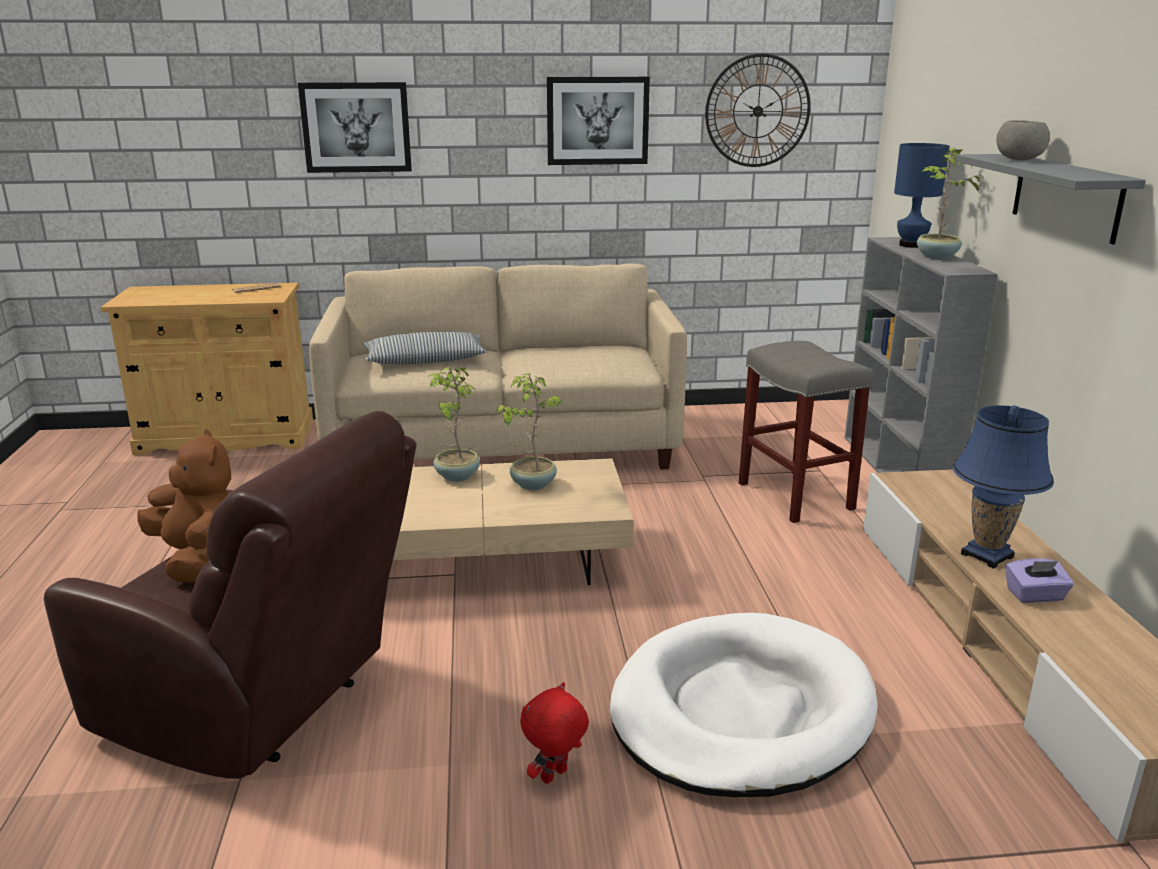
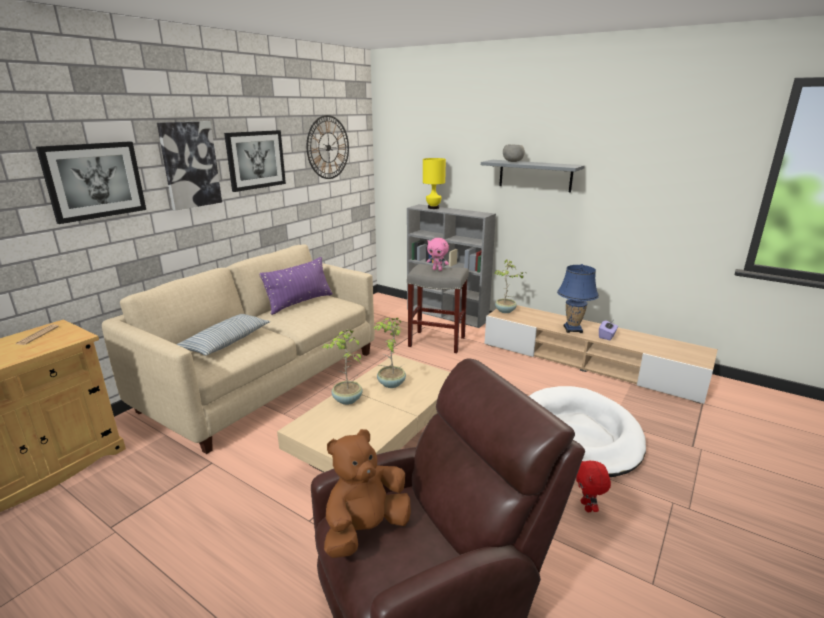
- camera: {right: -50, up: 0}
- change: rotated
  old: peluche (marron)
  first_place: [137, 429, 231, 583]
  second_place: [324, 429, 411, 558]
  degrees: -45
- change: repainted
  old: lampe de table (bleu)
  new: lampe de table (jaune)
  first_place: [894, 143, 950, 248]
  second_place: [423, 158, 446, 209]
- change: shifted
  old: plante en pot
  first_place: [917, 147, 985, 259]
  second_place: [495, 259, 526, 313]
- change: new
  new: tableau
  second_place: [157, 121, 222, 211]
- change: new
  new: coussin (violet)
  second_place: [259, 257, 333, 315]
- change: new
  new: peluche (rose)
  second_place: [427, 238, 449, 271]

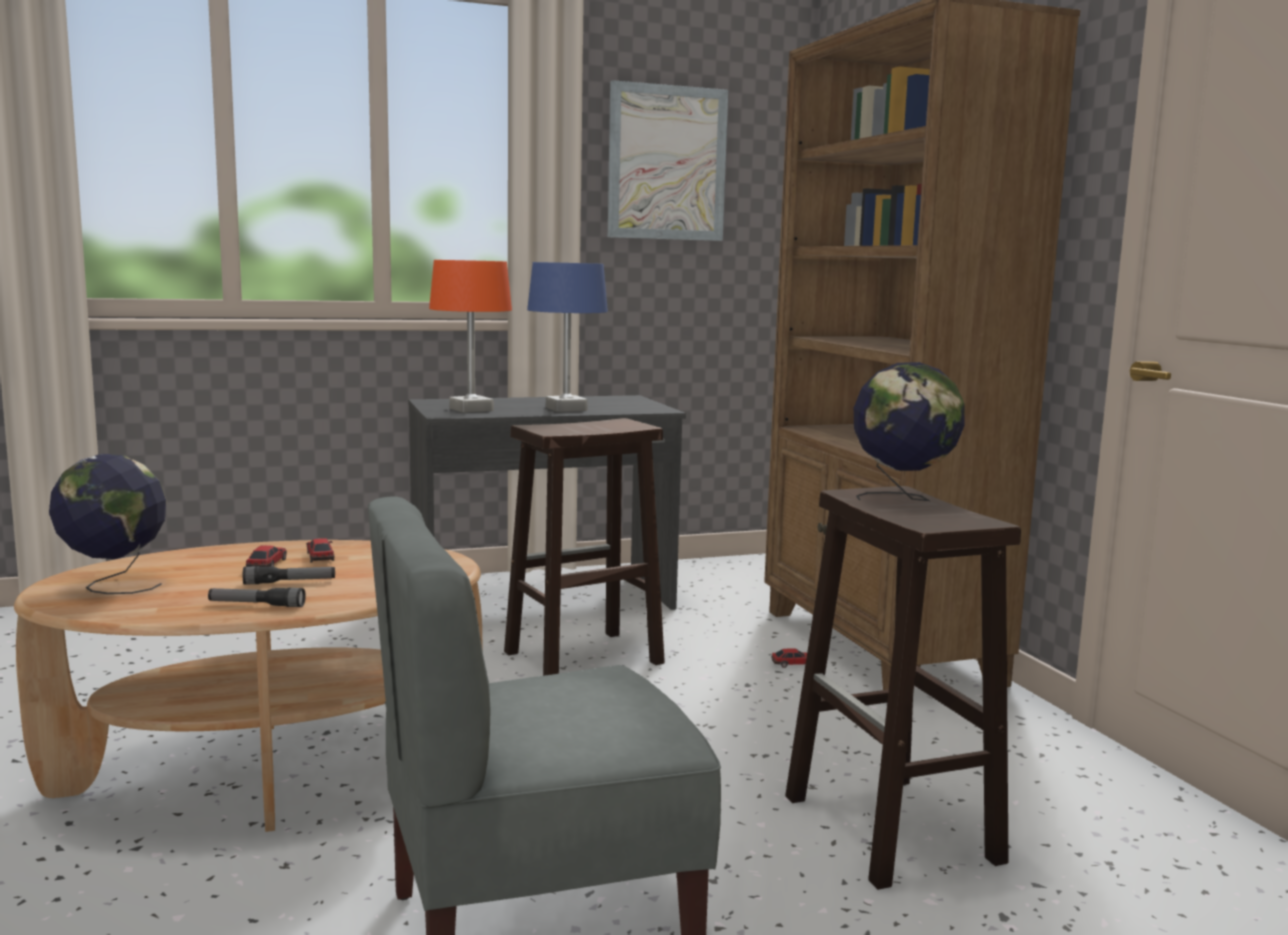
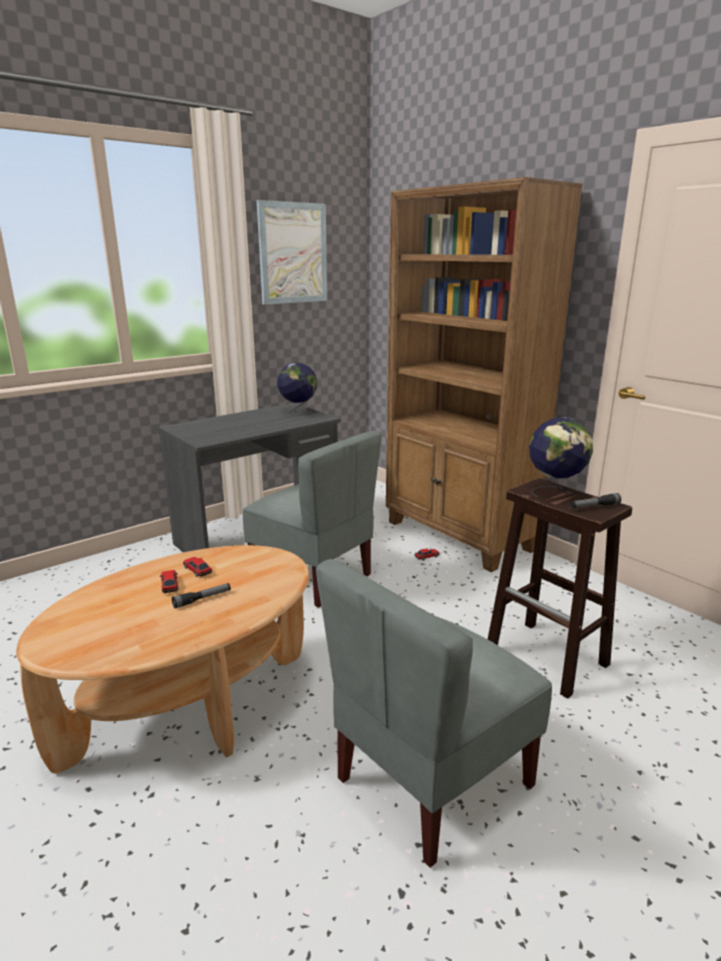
- camera: {right: -20, up: 10}
- change: shifted
  old: globe
  first_place: [49, 454, 167, 594]
  second_place: [277, 363, 317, 415]
- change: shifted
  old: lampe de poche
  first_place: [208, 588, 306, 607]
  second_place: [570, 493, 621, 508]
- change: gone
  old: lampe de table (orange)
  first_place: [429, 260, 512, 413]
- change: swapped
  old: tabouret (marron)
  new: chaise (gris)
  first_place: [504, 418, 665, 676]
  second_place: [243, 431, 382, 607]
- change: gone
  old: lampe de table (bleu)
  first_place: [527, 262, 608, 412]

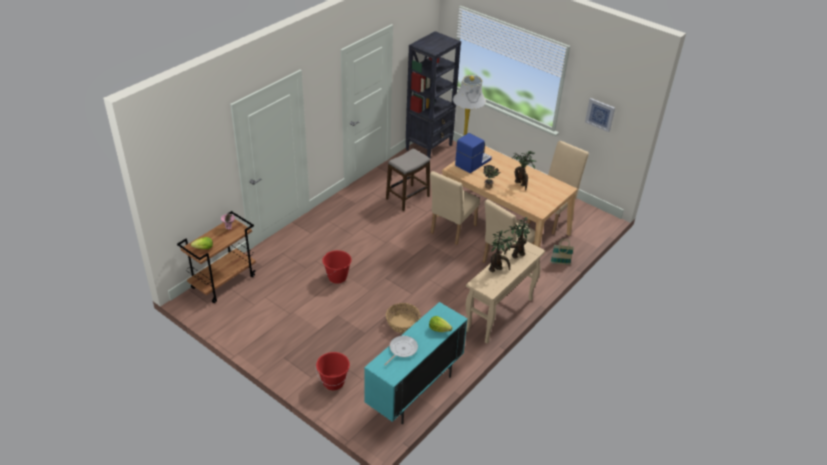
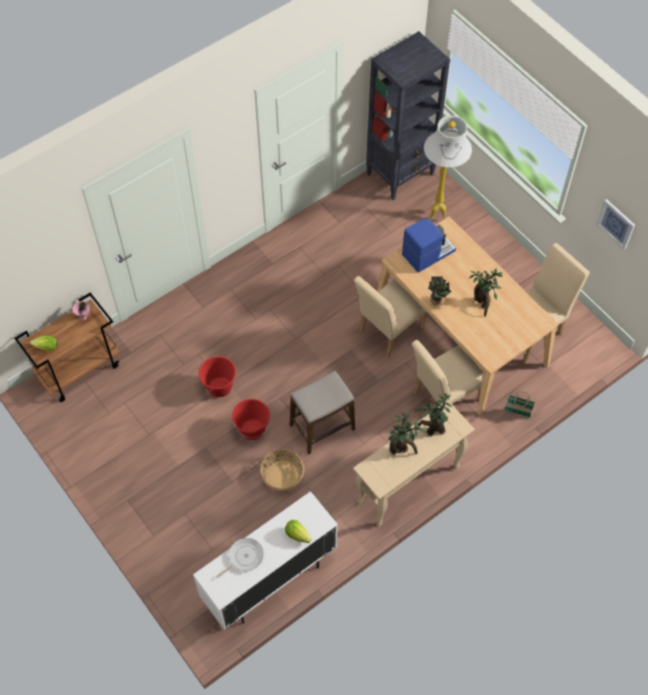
- camera: {right: 15, up: 20}
- change: shifted
  old: seau (rouge)
  first_place: [316, 352, 350, 390]
  second_place: [232, 399, 270, 440]
- change: repainted
  old: meuble de rangement (turquoise)
  new: meuble de rangement (blanc)
  first_place: [364, 302, 468, 424]
  second_place: [193, 491, 338, 630]
- change: shifted
  old: tabouret
  first_place: [386, 148, 430, 211]
  second_place: [290, 371, 355, 455]

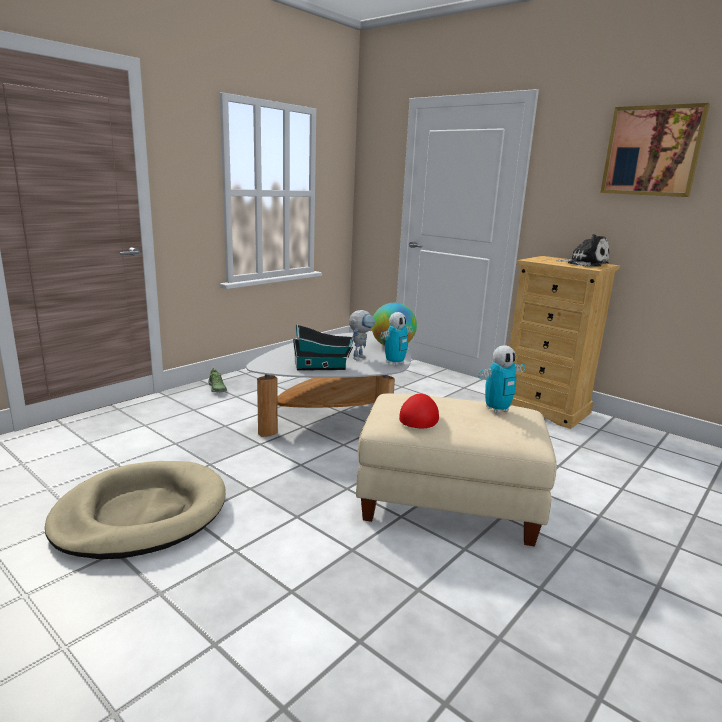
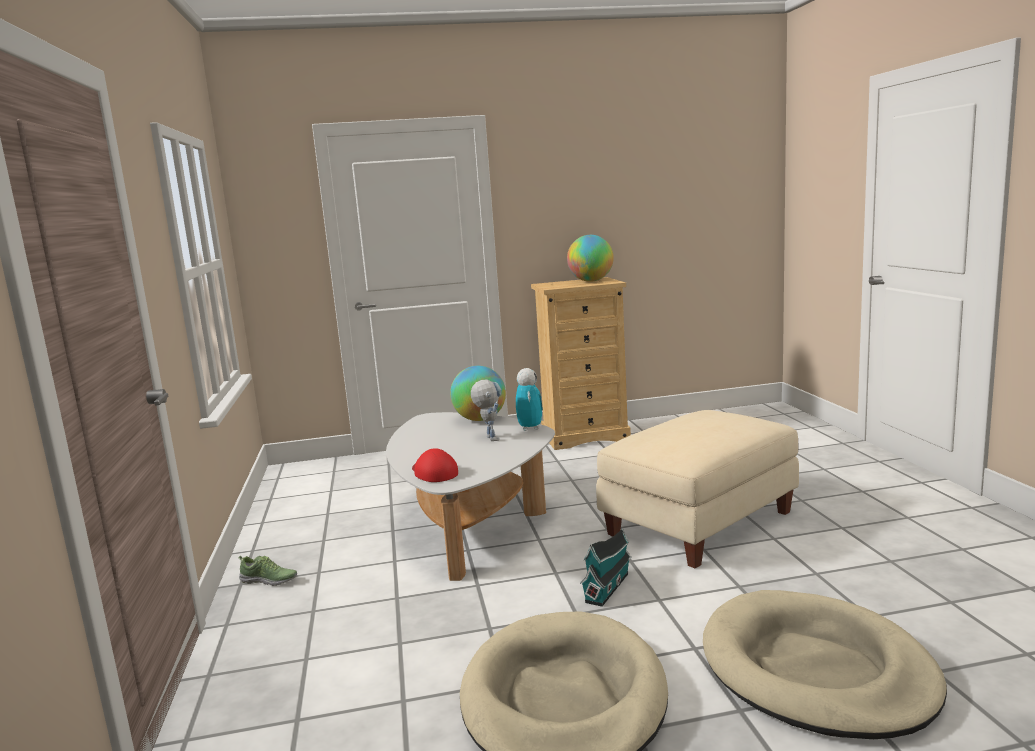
- camera: {right: -50, up: -5}
- change: shifted
  old: maison miniature
  first_place: [293, 324, 354, 371]
  second_place: [580, 528, 632, 607]
- change: shifted
  old: casquette (rouge)
  first_place: [399, 394, 439, 428]
  second_place: [412, 448, 458, 482]
- change: gone
  old: robot jouet
  first_place: [478, 345, 525, 414]
- change: swapped
  old: peluche
  new: globe
  first_place: [556, 234, 609, 267]
  second_place: [567, 235, 614, 282]
- change: gone
  old: tableau
  first_place: [600, 103, 710, 197]
- change: new
  new: panier pour chien (beige)
  second_place: [703, 590, 947, 739]

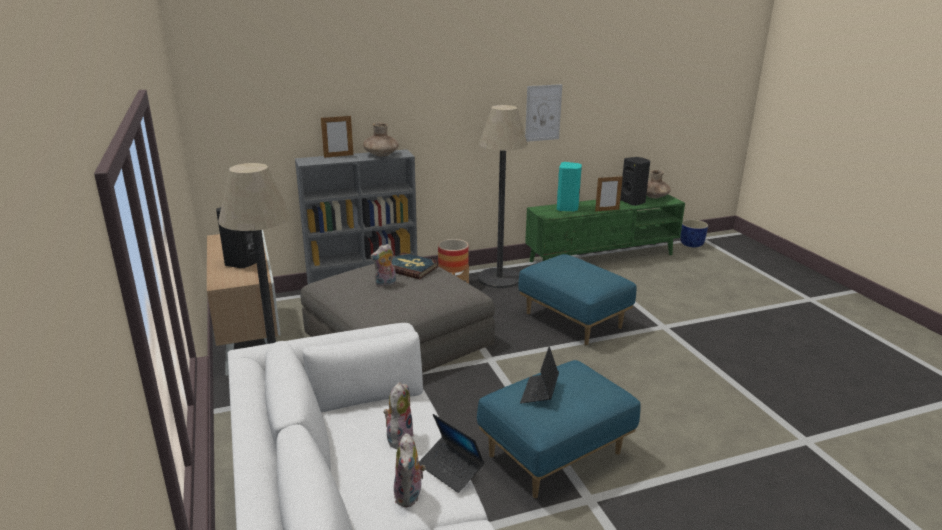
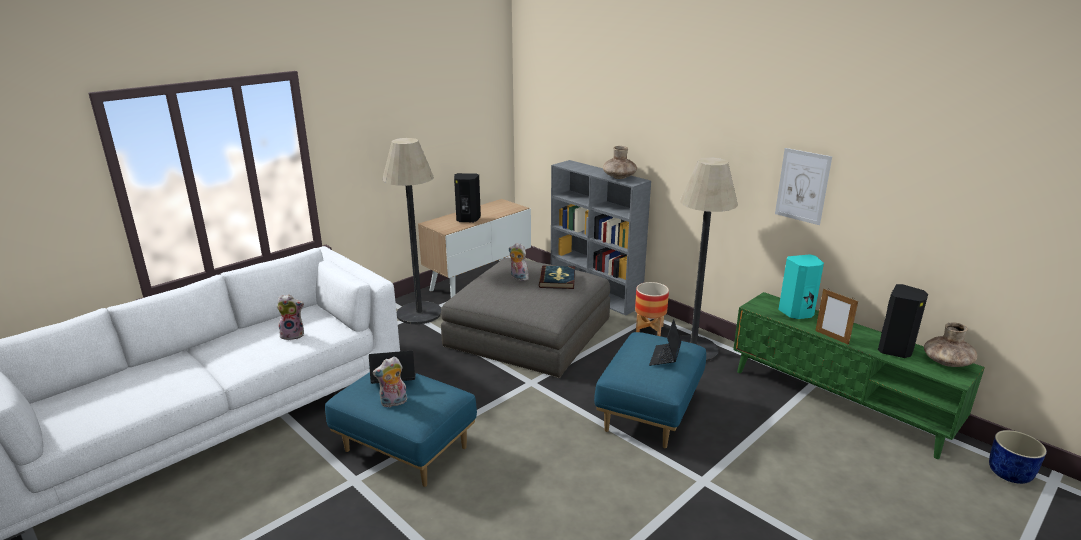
- camera: {right: 65, up: 0}
- change: gone
  old: cadre photo
  first_place: [321, 115, 353, 158]
- change: shifted
  old: peluche
  first_place: [394, 433, 426, 507]
  second_place: [372, 357, 407, 407]
- change: shifted
  old: ordinateur portable
  first_place: [419, 414, 485, 493]
  second_place: [649, 319, 681, 366]

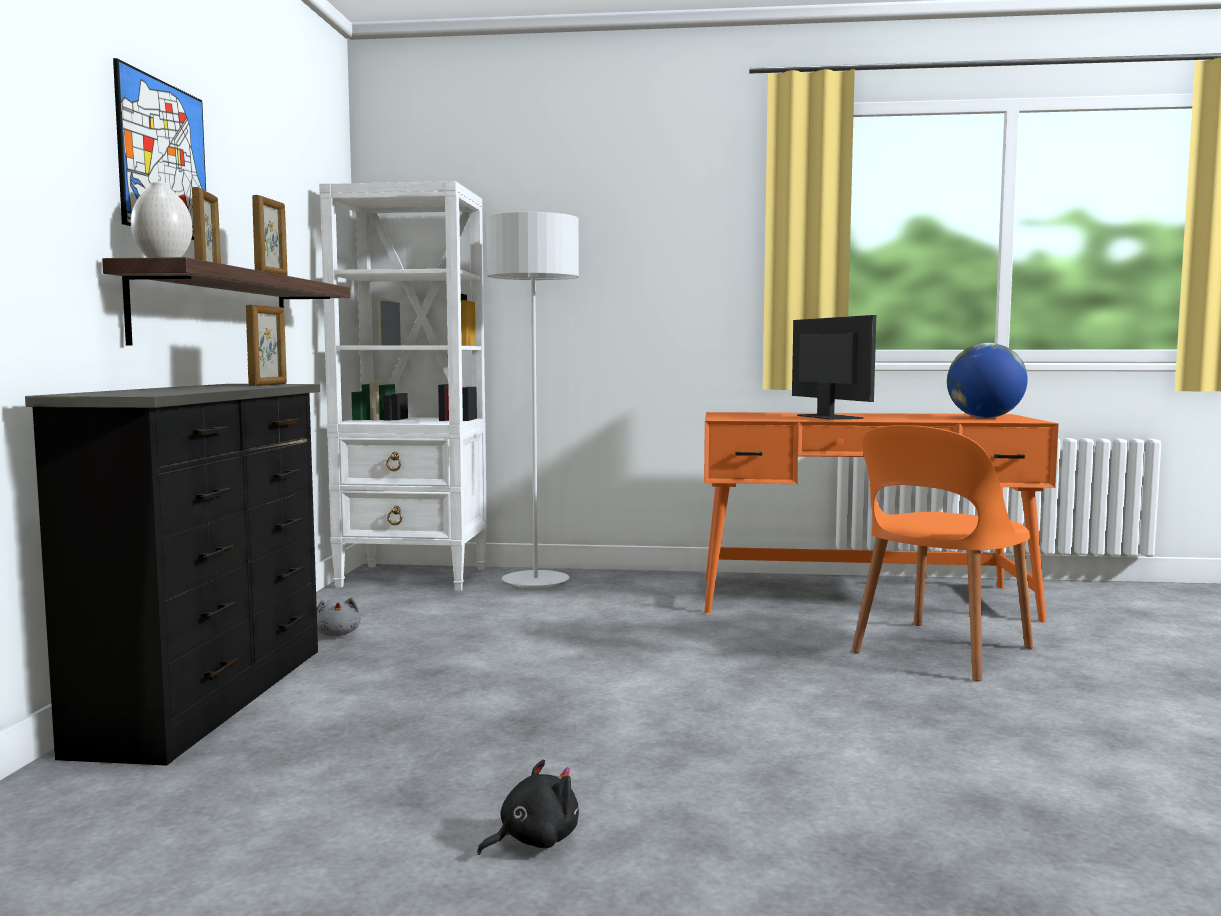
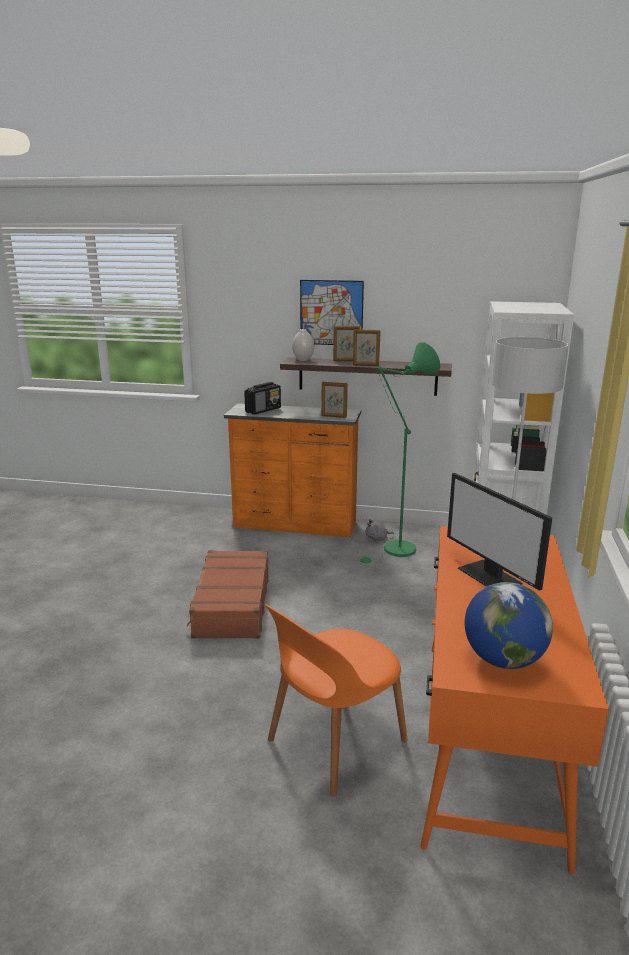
- camera: {right: 95, up: 15}
- change: repainted
  old: commode (noir)
  new: commode (orange)
  first_place: [25, 384, 320, 766]
  second_place: [224, 403, 361, 537]
- change: gone
  old: peluche (noir)
  first_place: [477, 759, 579, 855]
- change: rotated
  old: écran d'ordinateur
  first_place: [792, 315, 876, 420]
  second_place: [447, 473, 552, 591]
  degrees: 75
- change: rotated
  old: chaise (orange)
  first_place: [851, 425, 1034, 681]
  second_place: [265, 604, 408, 796]
  degrees: -90
- change: new
  new: valise (marron)
  second_place: [187, 550, 269, 639]
- change: new
  new: radio
  second_place: [244, 382, 281, 414]
- change: new
  new: lampadaire (vert)
  second_place: [360, 342, 440, 565]

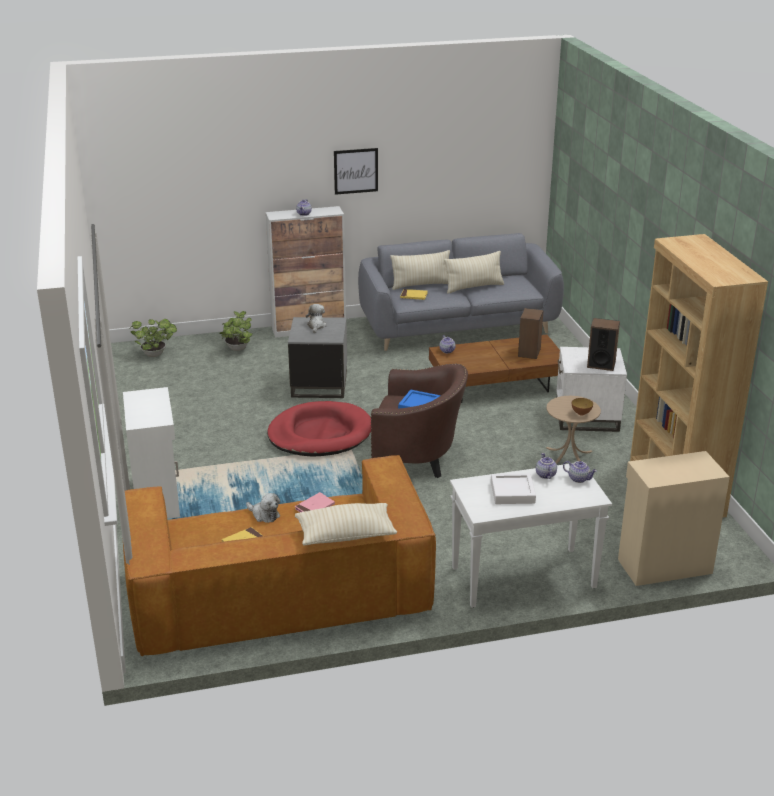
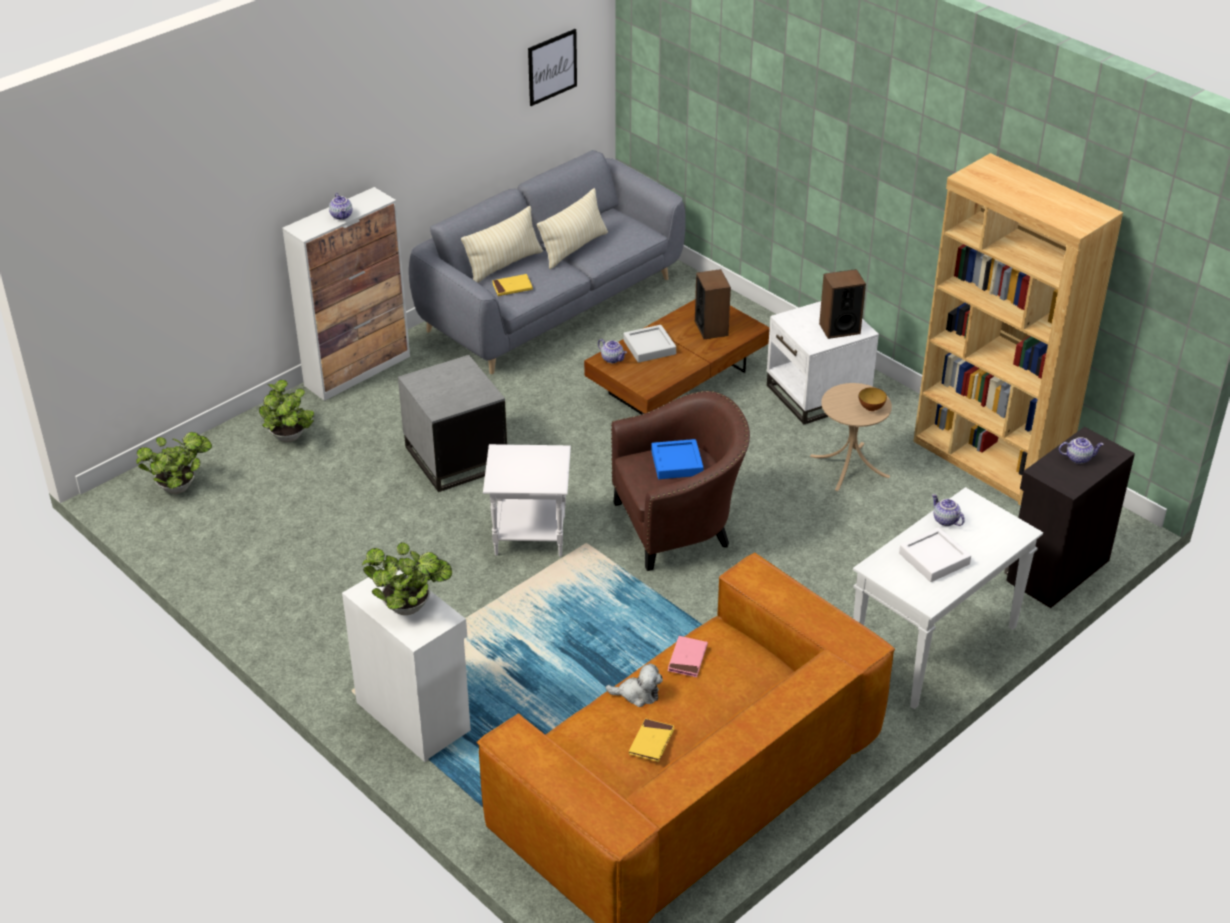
- camera: {right: -30, up: 10}
- change: swapped
  old: panier pour chien (rouge)
  new: table d'appoint (blanc)
  first_place: [267, 401, 371, 457]
  second_place: [483, 444, 571, 557]
- change: gone
  old: coussin (beige)
  first_place: [295, 503, 397, 546]
- change: gone
  old: peluche
  first_place: [306, 304, 327, 333]
- change: shifted
  old: tableau
  first_place: [334, 148, 378, 195]
  second_place: [528, 29, 577, 106]
- change: shifted
  old: théière
  first_place: [563, 461, 597, 483]
  second_place: [1059, 437, 1104, 464]
- change: repainted
  old: meuble de rangement (beige)
  new: meuble de rangement (noir)
  first_place: [618, 451, 730, 586]
  second_place: [1004, 427, 1135, 608]
- change: new
  new: plante en pot
  second_place: [362, 542, 452, 615]
- change: new
  new: plateau (gris)
  second_place: [623, 325, 676, 363]

